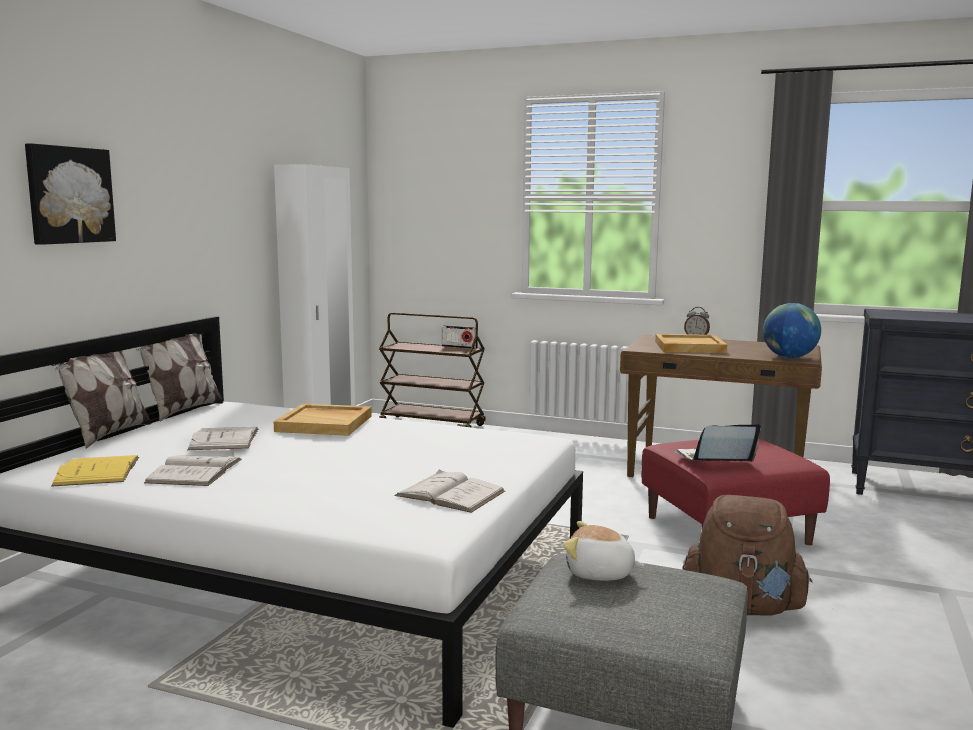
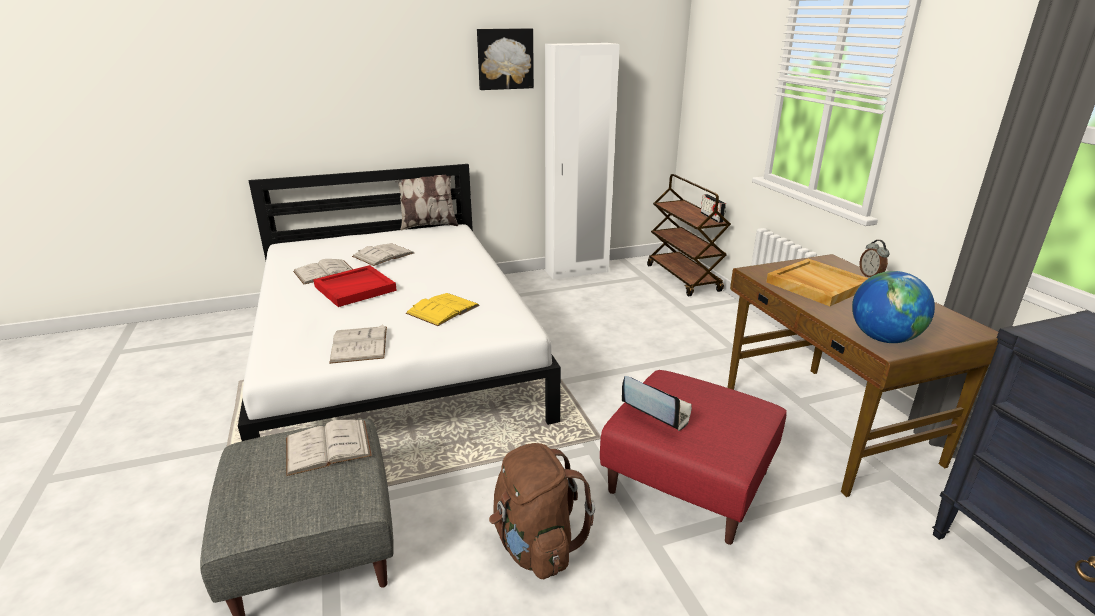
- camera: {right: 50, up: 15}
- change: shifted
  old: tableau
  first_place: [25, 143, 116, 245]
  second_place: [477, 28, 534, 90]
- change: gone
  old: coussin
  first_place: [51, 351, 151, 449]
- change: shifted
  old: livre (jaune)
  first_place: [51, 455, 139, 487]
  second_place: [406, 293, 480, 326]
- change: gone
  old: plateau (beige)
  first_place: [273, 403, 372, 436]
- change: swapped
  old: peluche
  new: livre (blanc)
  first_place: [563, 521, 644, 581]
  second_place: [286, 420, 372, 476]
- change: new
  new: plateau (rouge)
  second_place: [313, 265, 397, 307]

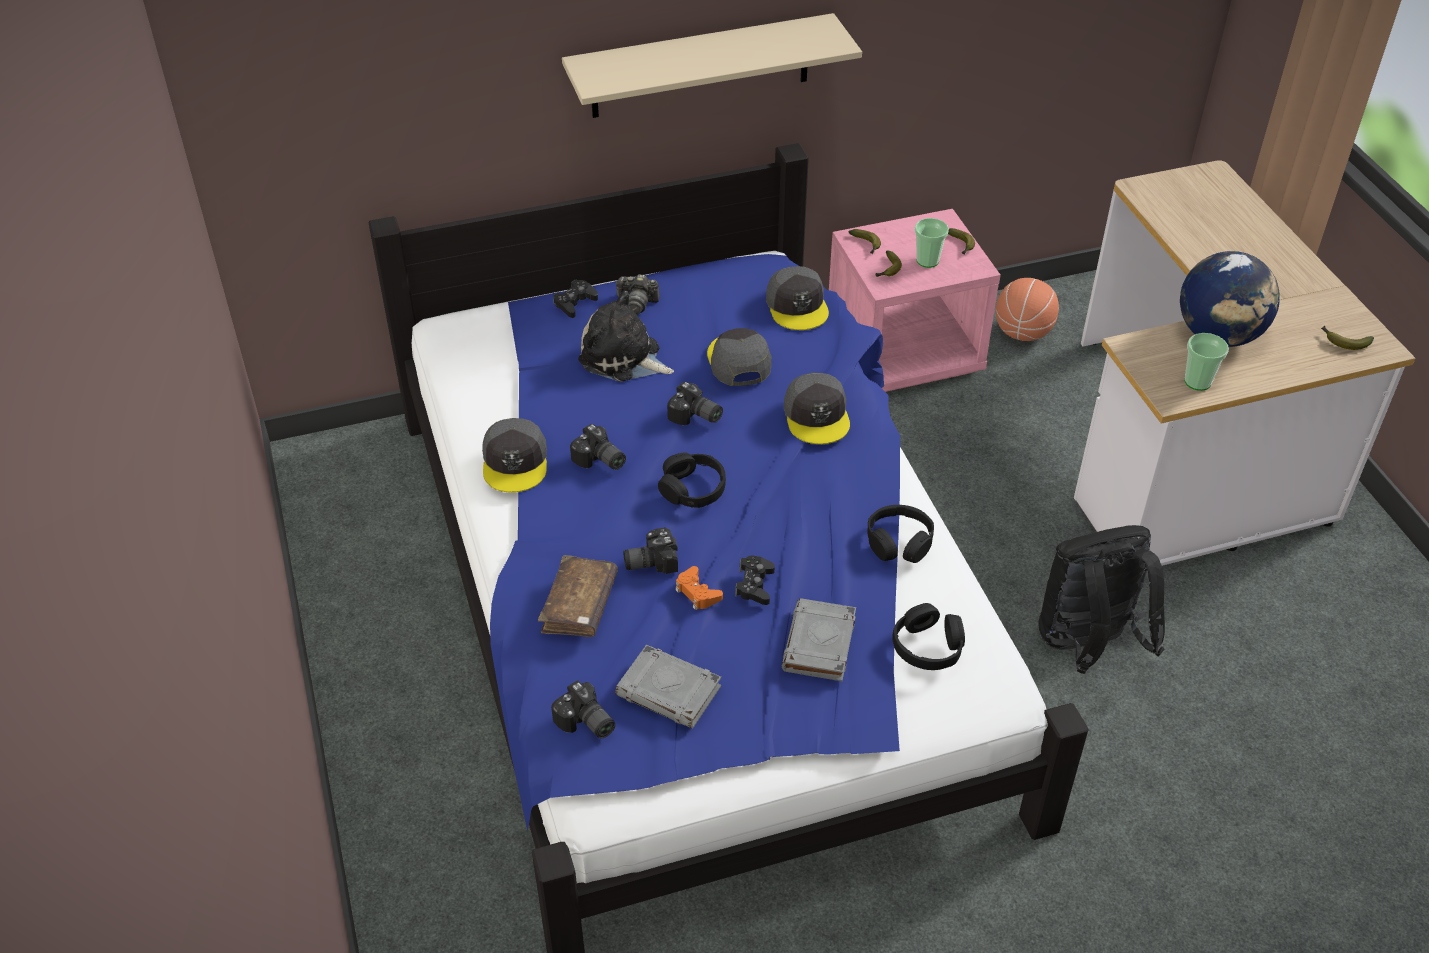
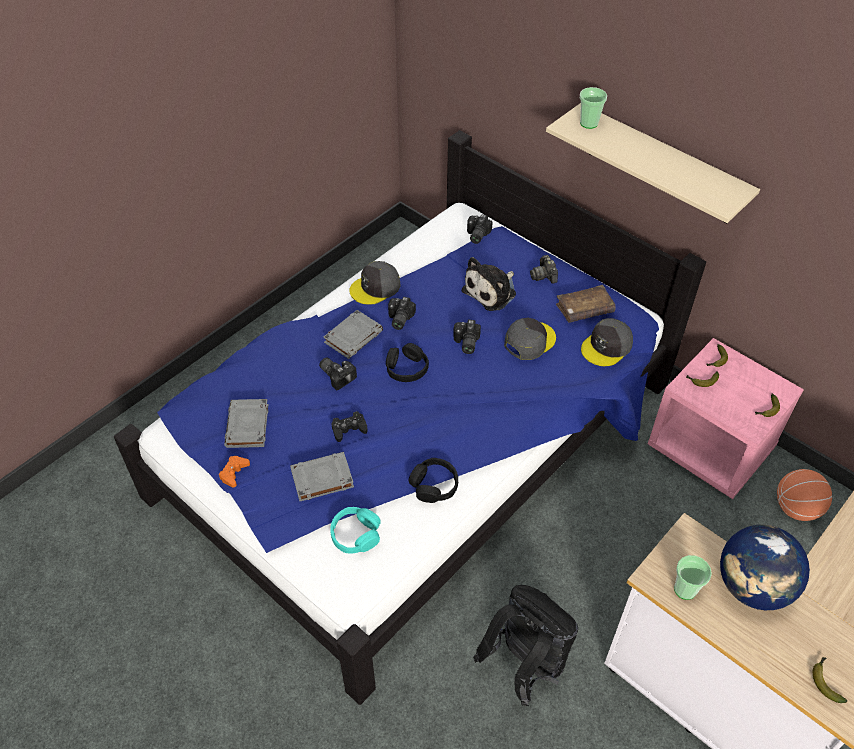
- camera: {right: 60, up: 5}
- change: shifted
  old: livre (marron)
  first_place: [538, 555, 618, 637]
  second_place: [556, 285, 616, 323]
- change: shifted
  old: appareil photo
  first_place: [551, 680, 615, 738]
  second_place: [467, 214, 493, 244]
- change: gone
  old: manette (noir)
  first_place: [553, 280, 598, 318]
- change: rotated
  old: peluche
  first_place: [578, 290, 674, 382]
  second_place: [462, 257, 516, 311]
  degrees: -135
- change: shifted
  old: manette (orange)
  first_place: [676, 566, 723, 610]
  second_place: [219, 456, 250, 488]
- change: gone
  old: casquette (gris)
  first_place: [784, 373, 850, 444]
- change: repainted
  old: casque audio (noir)
  new: casque audio (turquoise)
  first_place: [893, 603, 965, 670]
  second_place: [330, 507, 381, 554]
- change: shifted
  old: tasse
  first_place: [915, 218, 949, 268]
  second_place: [580, 87, 607, 129]
- change: new
  new: livre (gris)
  second_place: [323, 310, 383, 359]

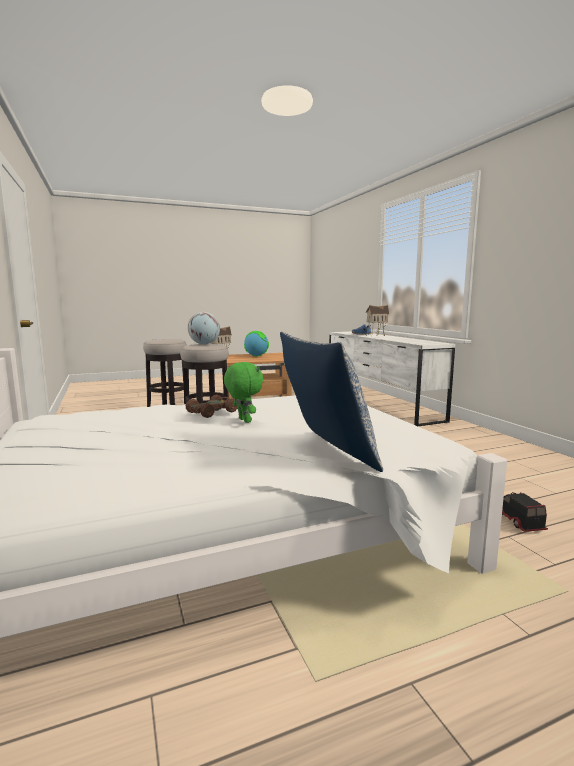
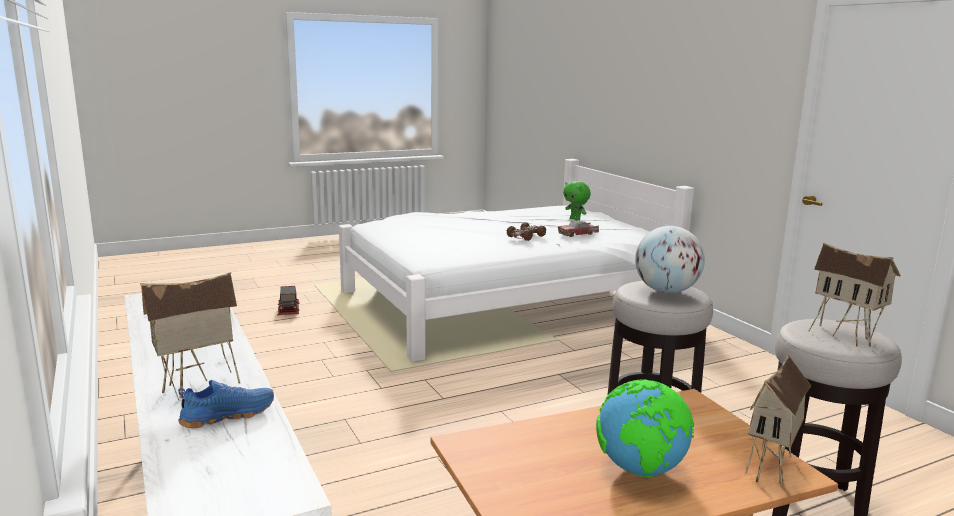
- camera: {right: 175, up: 5}
- change: shifted
  old: peluche (vert)
  first_place: [224, 362, 263, 423]
  second_place: [563, 181, 591, 221]
- change: gone
  old: coussin
  first_place: [280, 332, 383, 472]
- change: new
  new: petite voiture
  second_place: [558, 220, 599, 237]
- change: new
  new: maison miniature
  second_place: [809, 242, 901, 347]

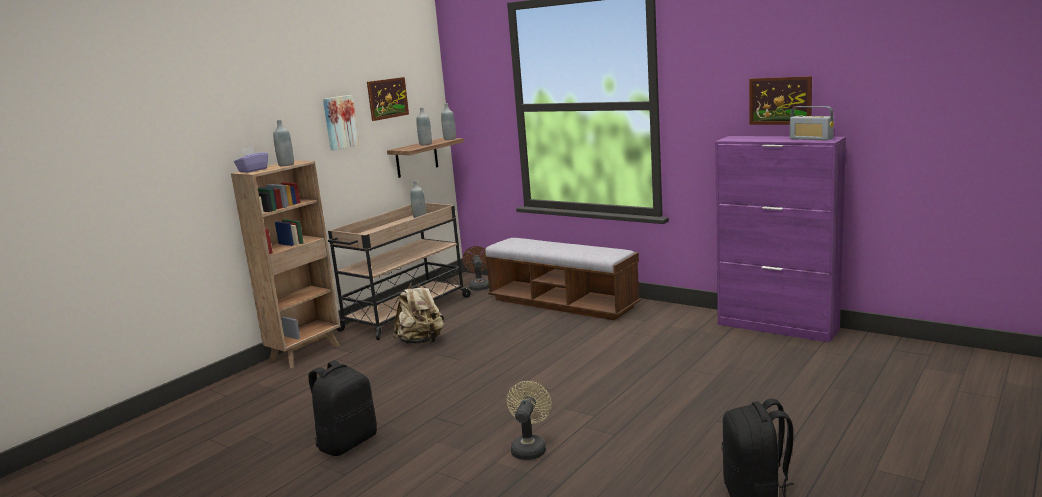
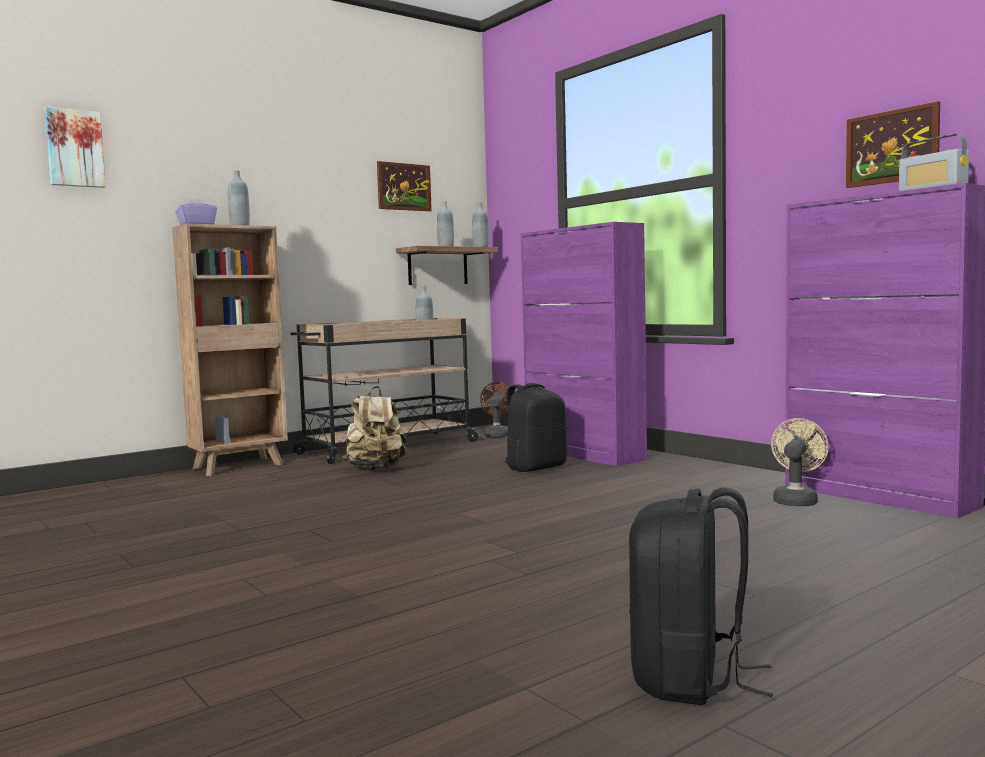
- camera: {right: 15, up: -10}
- change: shifted
  old: sac à dos (noir)
  first_place: [309, 360, 377, 456]
  second_place: [504, 383, 567, 472]
- change: shifted
  old: tableau
  first_place: [323, 95, 359, 151]
  second_place: [45, 106, 106, 188]
- change: swapped
  old: banc
  new: meuble de rangement (violet)
  first_place: [484, 238, 641, 321]
  second_place: [521, 222, 647, 466]
- change: shifted
  old: ventilateur (beige)
  first_place: [507, 381, 552, 460]
  second_place: [771, 418, 829, 506]

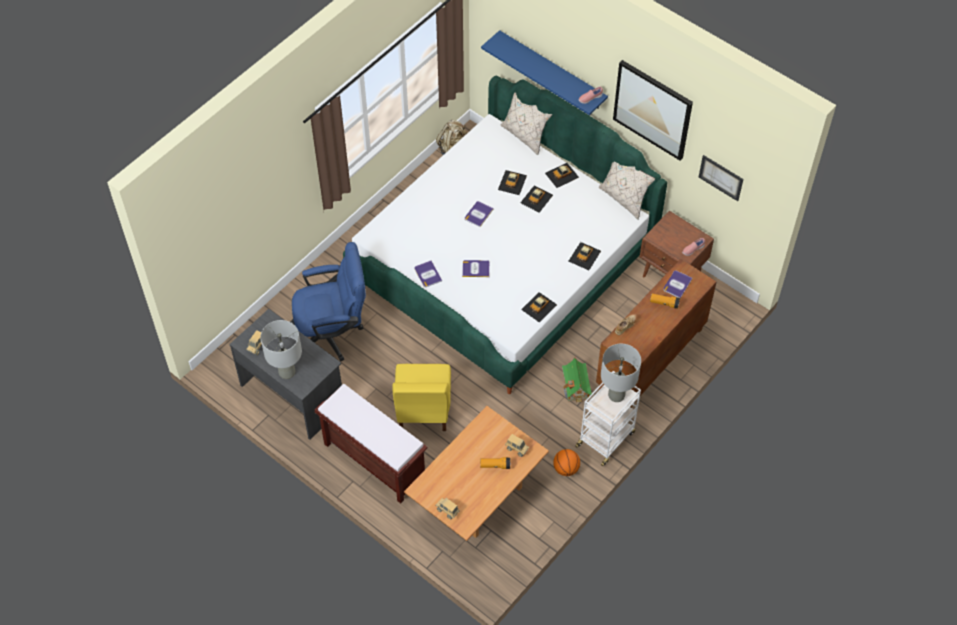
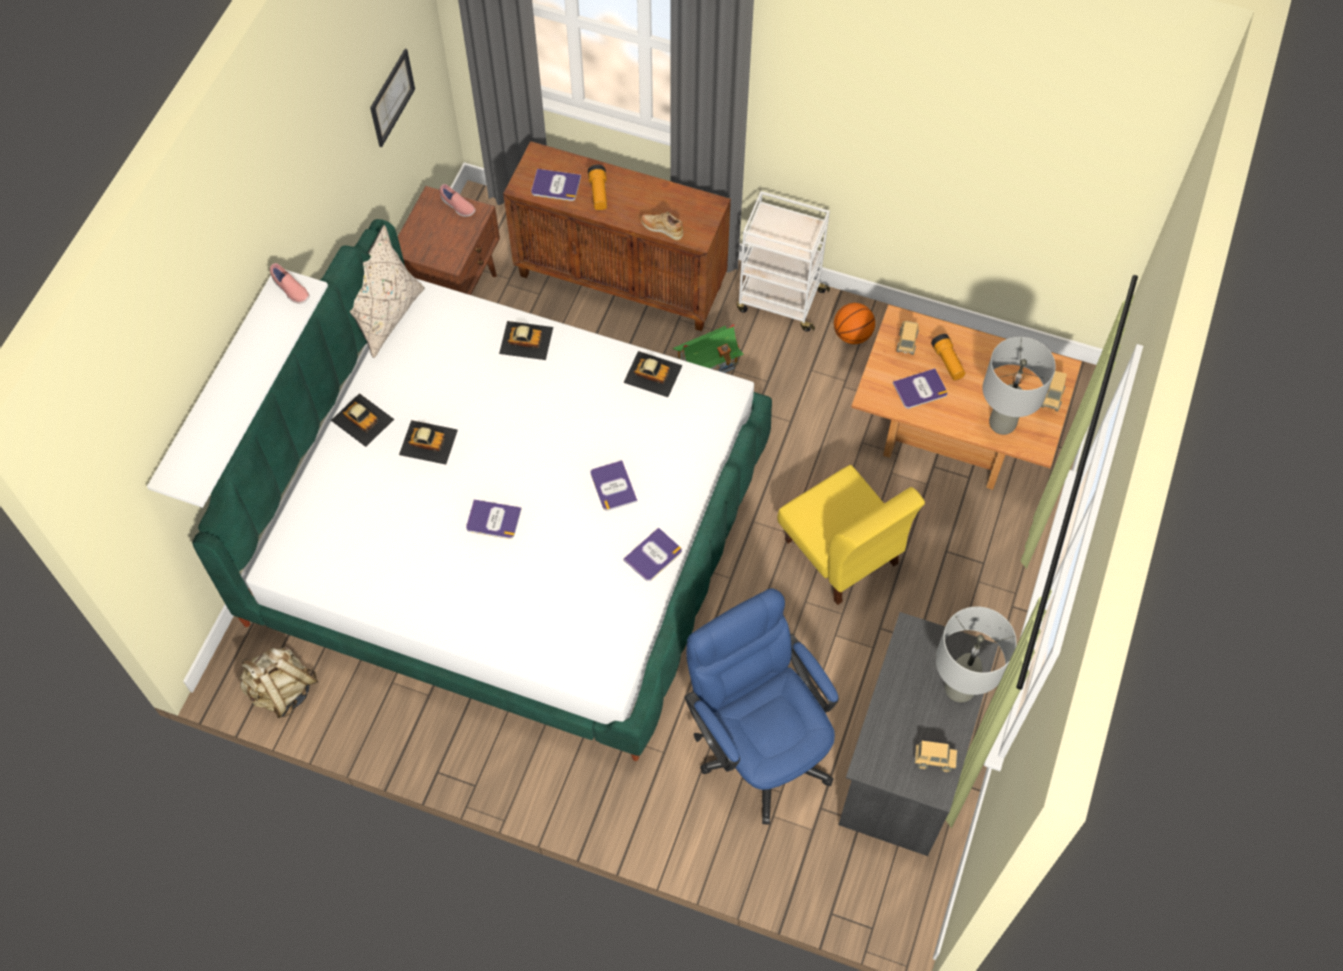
- camera: {right: -110, up: 5}
- change: gone
  old: banc (marron)
  first_place: [315, 384, 427, 504]
- change: rotated
  old: chaise (jaune)
  first_place: [392, 364, 451, 431]
  second_place: [777, 465, 925, 605]
  degrees: 75
- change: repainted
  old: étagère (bleu)
  new: étagère (blanc)
  first_place: [481, 30, 608, 115]
  second_place: [147, 270, 328, 508]
- change: gone
  old: petite voiture
  first_place: [498, 170, 527, 195]
- change: gone
  old: coussin (beige)
  first_place: [501, 92, 552, 155]
- change: shifted
  old: lampe de table (gris)
  first_place: [601, 344, 641, 402]
  second_place: [983, 337, 1056, 435]
- change: gone
  old: tableau
  first_place: [613, 60, 693, 161]
- change: new
  new: livre
  second_place: [893, 368, 948, 409]

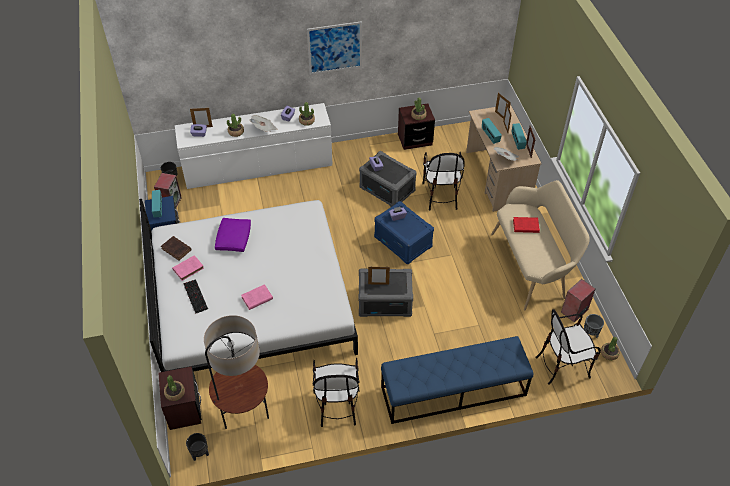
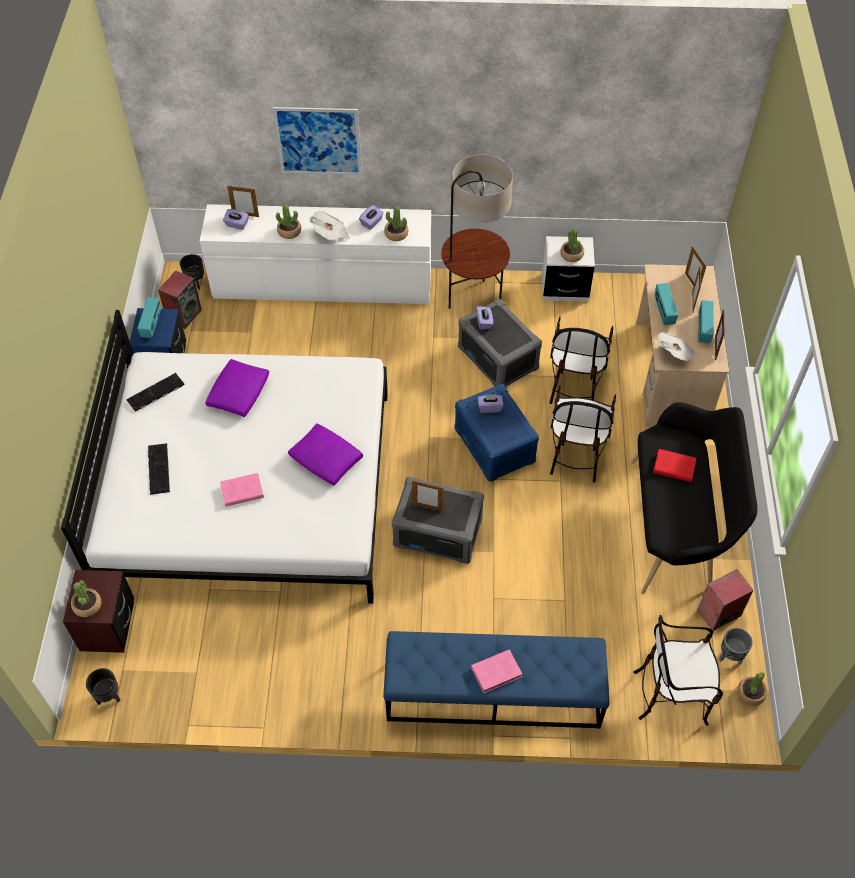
- camera: {right: 15, up: 5}
- change: swapped
  old: livre (marron)
  new: clavier
  first_place: [161, 236, 192, 261]
  second_place: [126, 373, 185, 412]
- change: shifted
  old: livre (rose)
  first_place: [172, 255, 204, 281]
  second_place: [471, 650, 522, 693]
- change: shifted
  old: lampadaire
  first_place: [204, 315, 269, 429]
  second_place: [441, 155, 513, 309]
- change: shifted
  old: tableau
  first_place: [307, 21, 362, 75]
  second_place: [273, 107, 362, 175]
- change: shifted
  old: chaise
  first_place: [313, 358, 359, 427]
  second_place: [550, 385, 616, 483]
- change: repainted
  old: table de chevet (marron)
  new: table de chevet (blanc)
  first_place: [398, 103, 435, 150]
  second_place: [542, 236, 595, 302]
- change: repainted
  old: banc (beige)
  new: banc (noir)
  first_place: [491, 180, 590, 310]
  second_place: [631, 402, 757, 594]
- change: new
  new: coussin (violet)
  second_place: [288, 424, 363, 486]

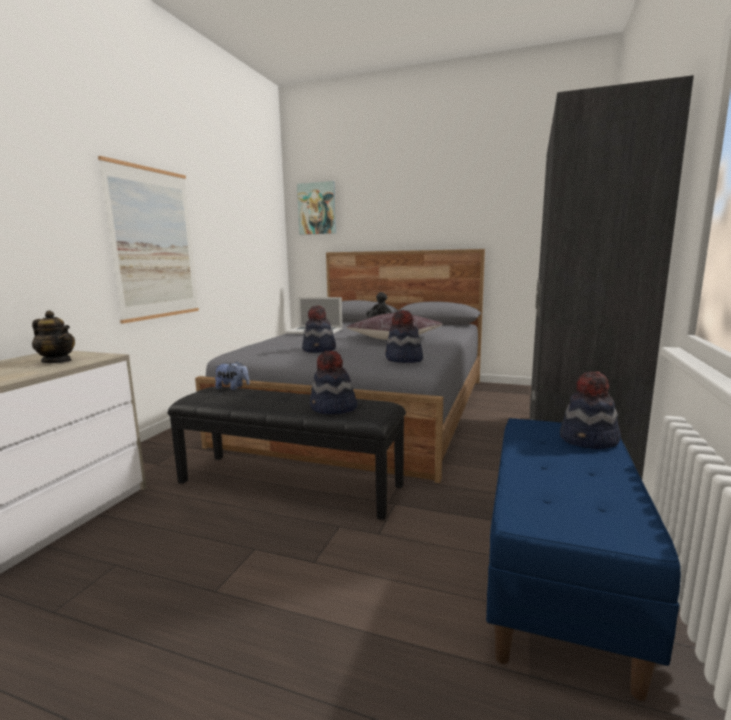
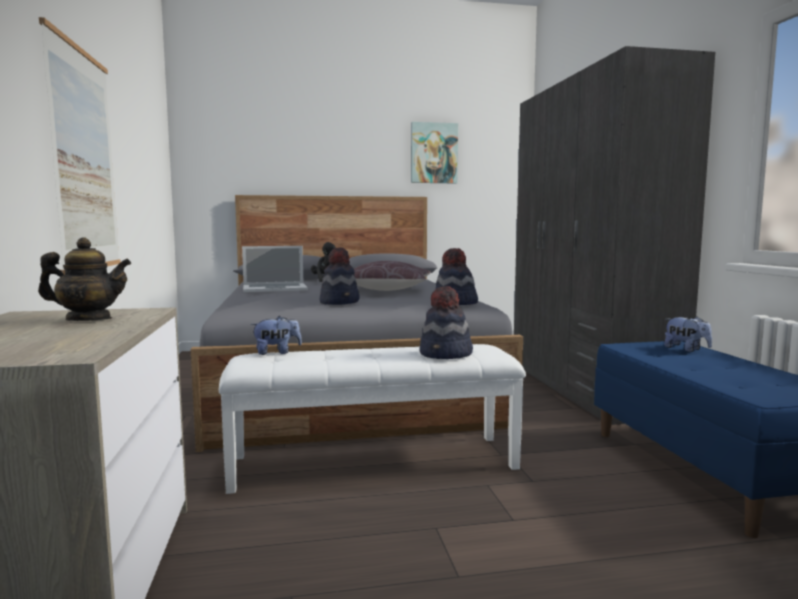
- camera: {right: -30, up: -5}
- change: repainted
  old: banc (noir)
  new: banc (blanc)
  first_place: [168, 387, 406, 520]
  second_place: [219, 344, 526, 494]
- change: shifted
  old: tableau
  first_place: [297, 181, 336, 235]
  second_place: [411, 122, 458, 183]
- change: swapped
  old: chapeau
  new: peluche
  first_place: [560, 372, 621, 449]
  second_place: [664, 316, 712, 352]

